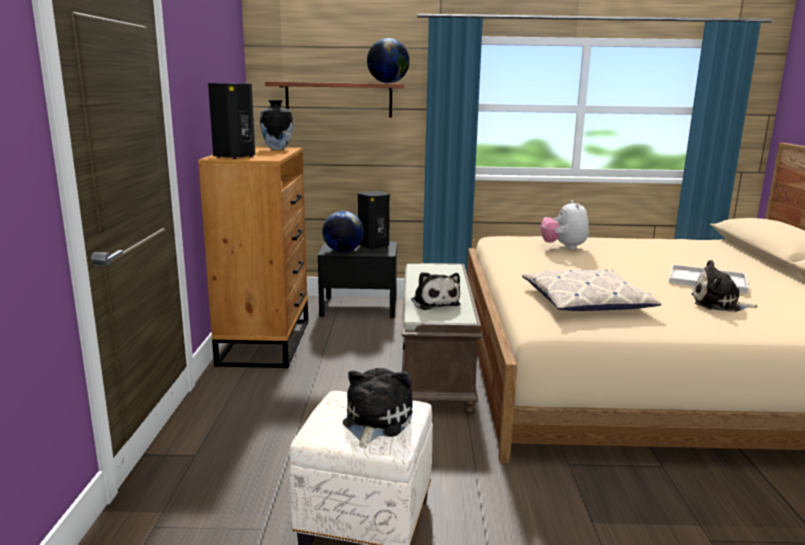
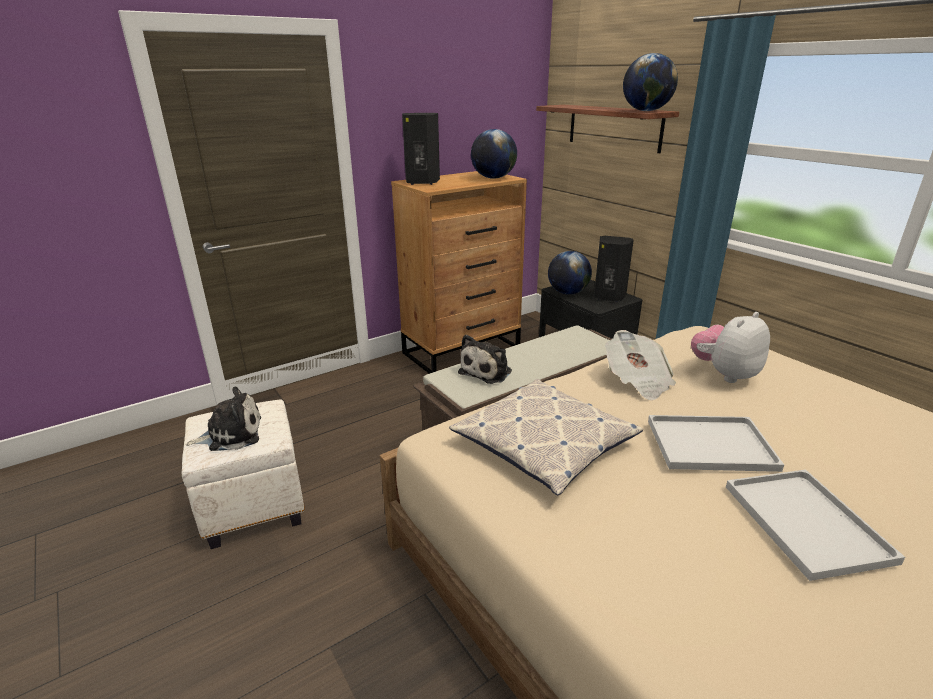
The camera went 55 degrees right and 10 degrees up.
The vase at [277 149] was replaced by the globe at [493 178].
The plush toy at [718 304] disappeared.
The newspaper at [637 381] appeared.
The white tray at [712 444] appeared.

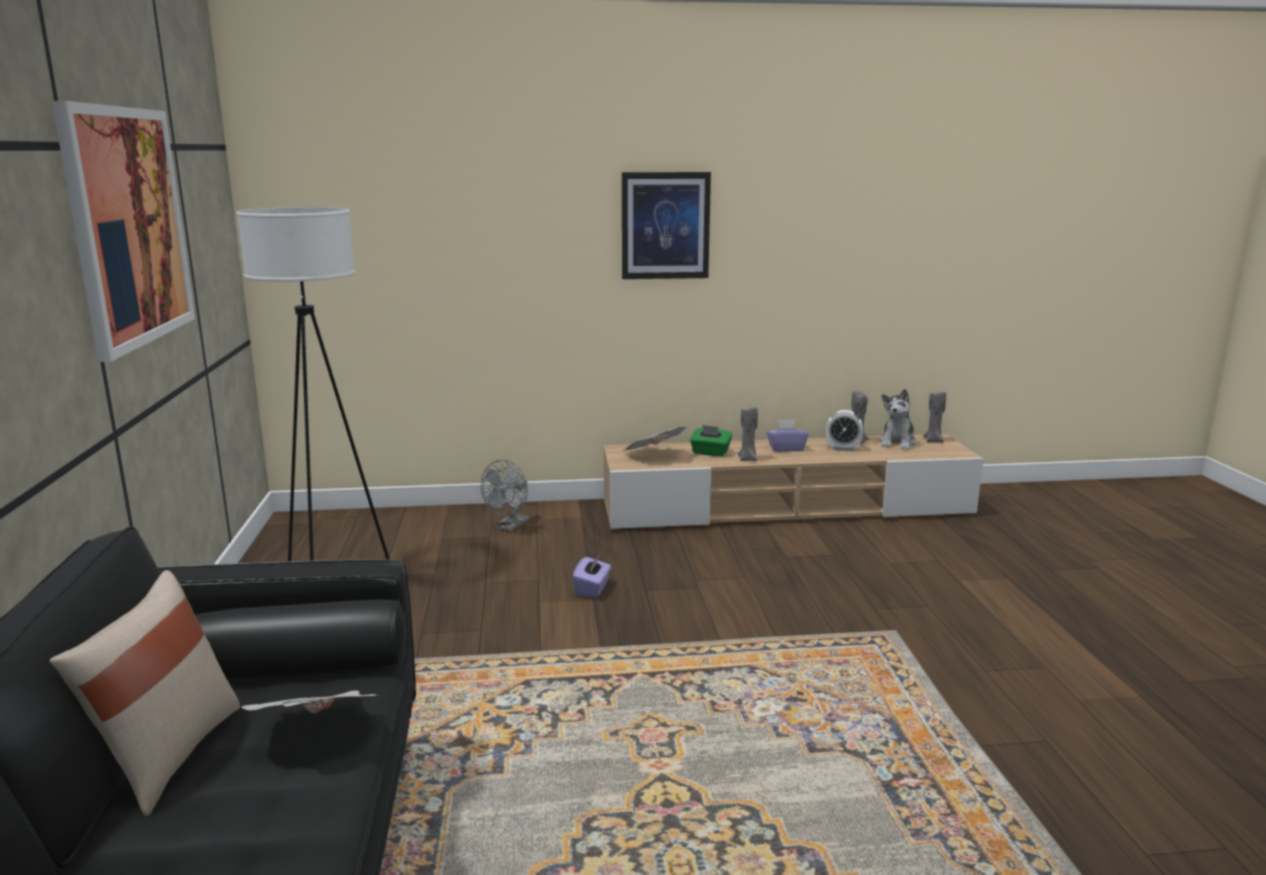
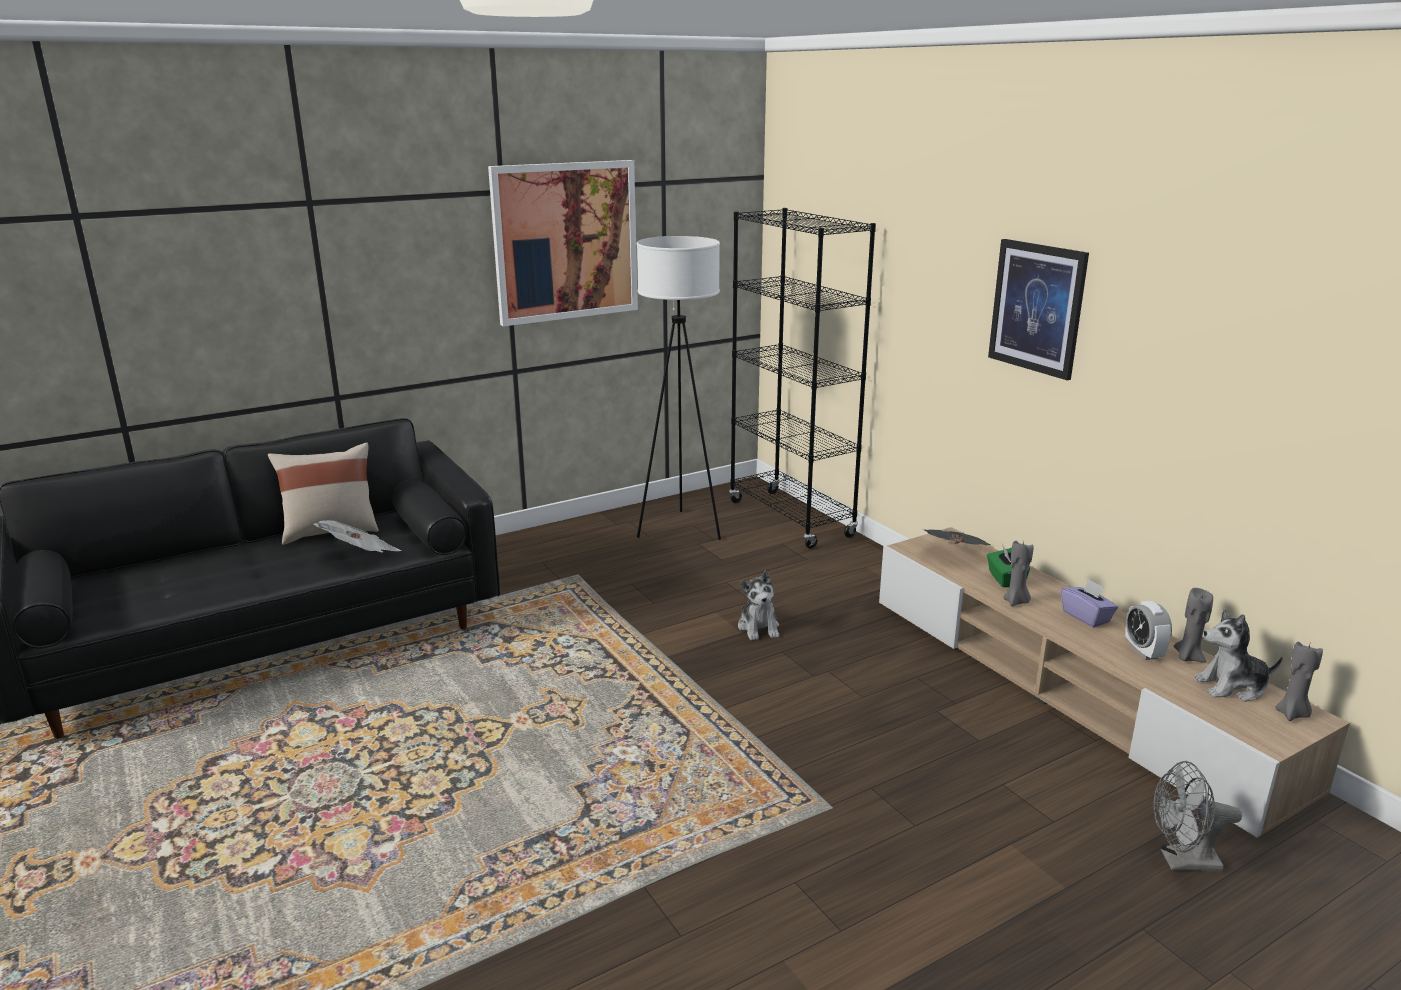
The camera went 65 degrees right and 5 degrees up.
The grey fan moved from [510 527] to [1181 862].
The purple tissue box at [592 589] was replaced by the plush toy at [759 627].
The black bookcase at [791 519] appeared.

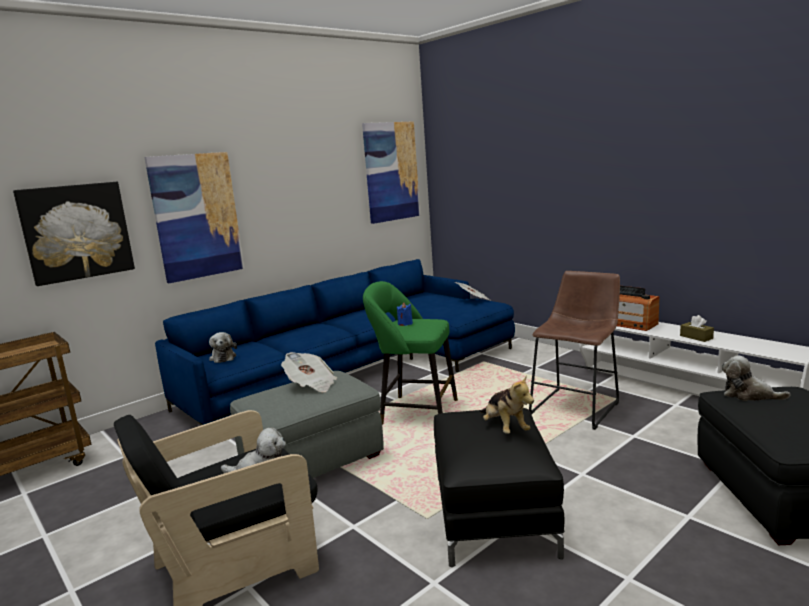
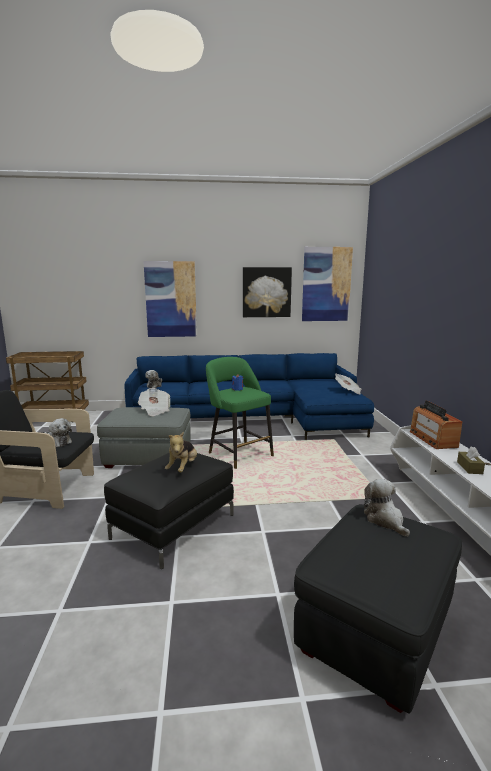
The camera went 35 degrees right and 0 degrees up.
The picture moved from [77 232] to [266 292].
The brown stool at [577 406] disappeared.

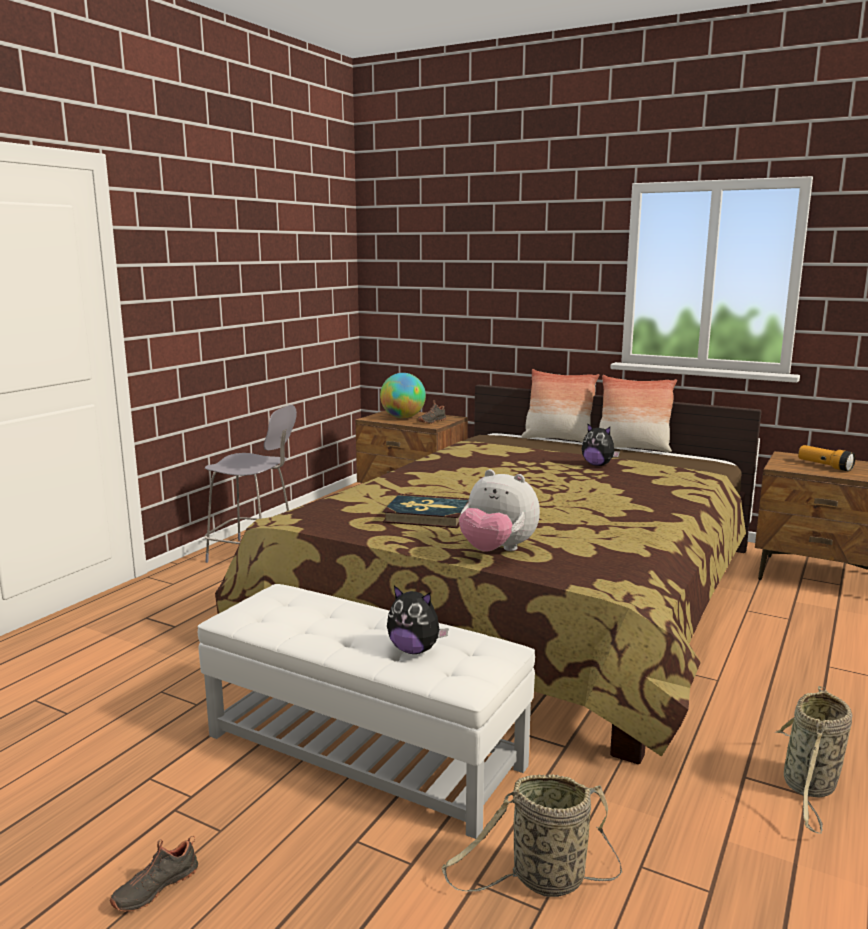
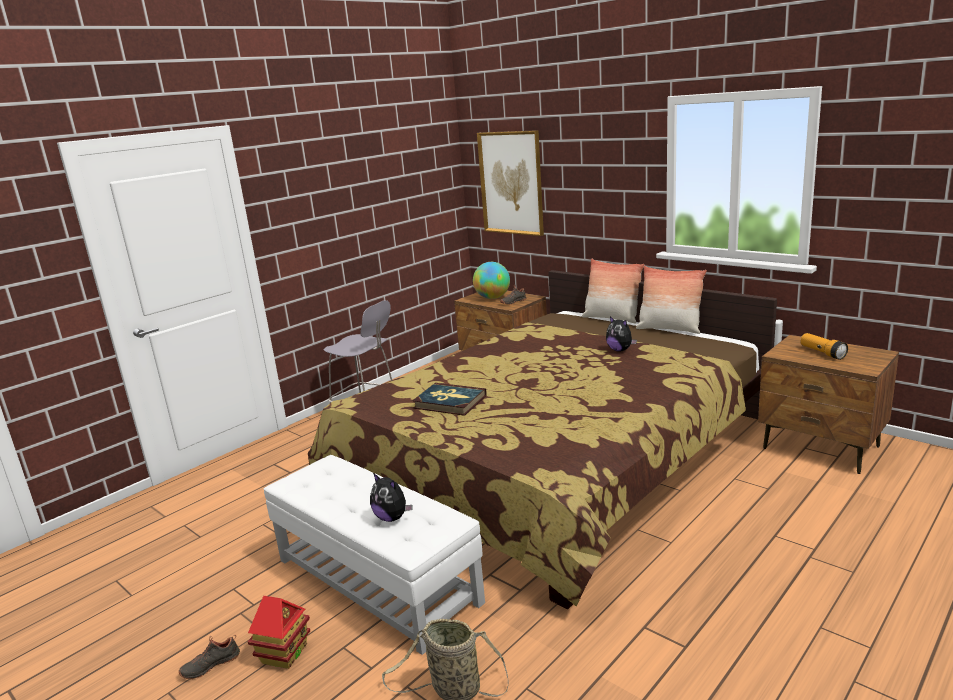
The camera went 15 degrees right and 5 degrees up.
The plush toy at [497 551] disappeared.
The basket at [809 788] disappeared.
The toy house at [284 653] appeared.
The picture at [511 183] appeared.

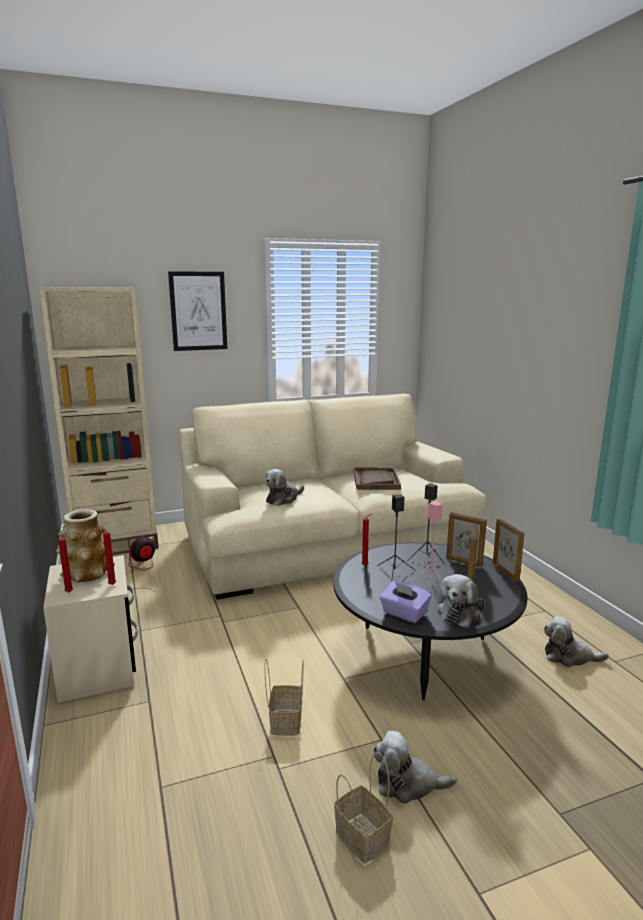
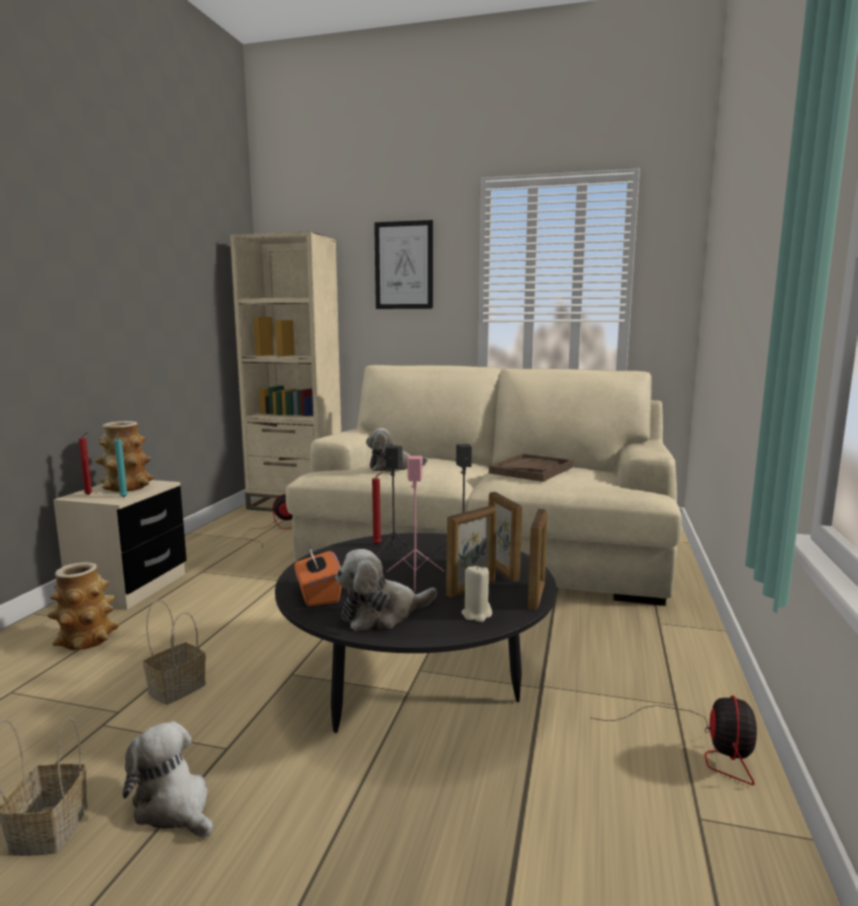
The camera went 35 degrees right and 5 degrees down.
The red candle at [111 584] became the turquoise candle at [124 497].
The purple tissue box at [404 613] became the orange tissue box at [318 595].
The plush toy at [569 656] disappeared.
The vase at [86 640] appeared.
The beige candle at [476 614] appeared.
The fan at [701 746] appeared.

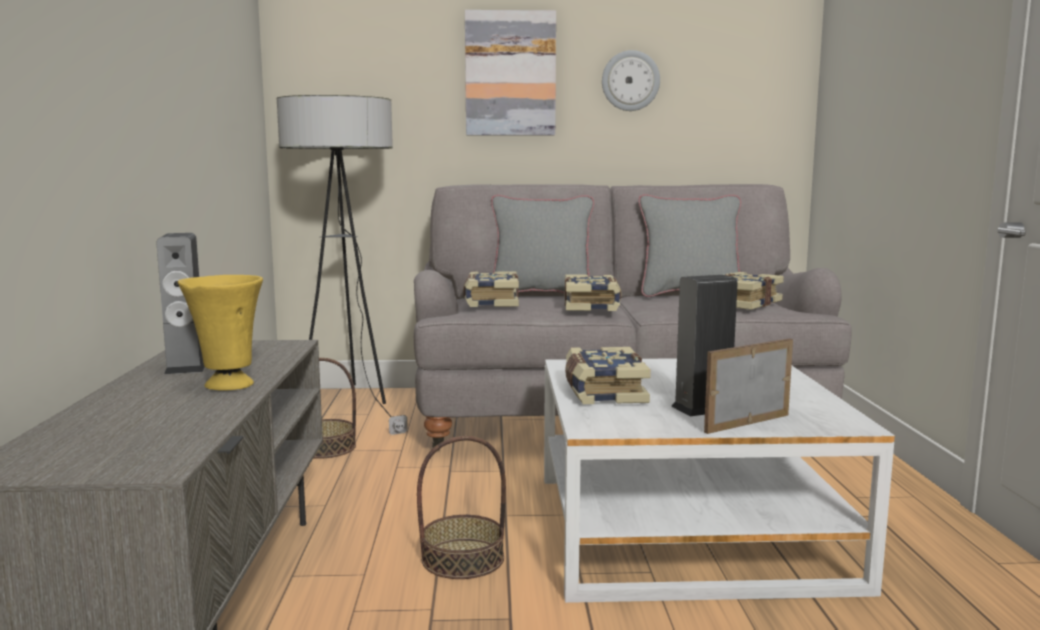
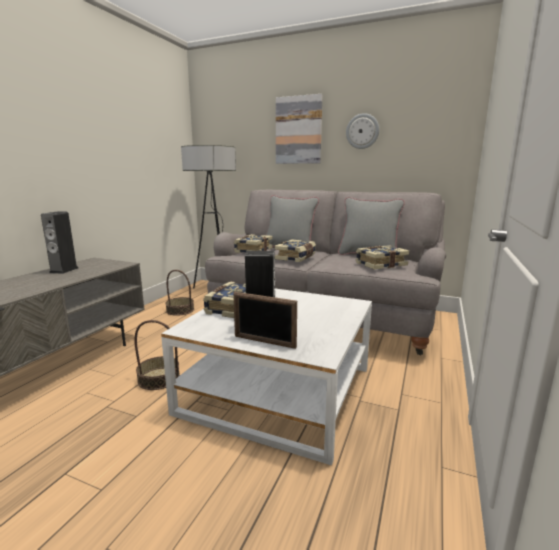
The camera went 25 degrees right and 5 degrees up.
The yellow vase at [227 385] disappeared.
The picture frame at [746 423] turned 150 degrees counterclockwise.

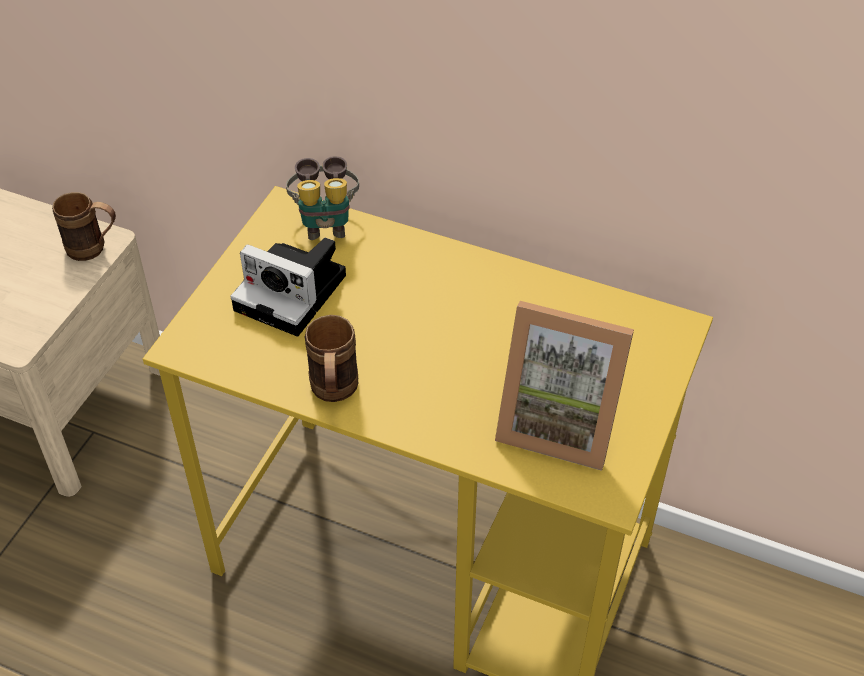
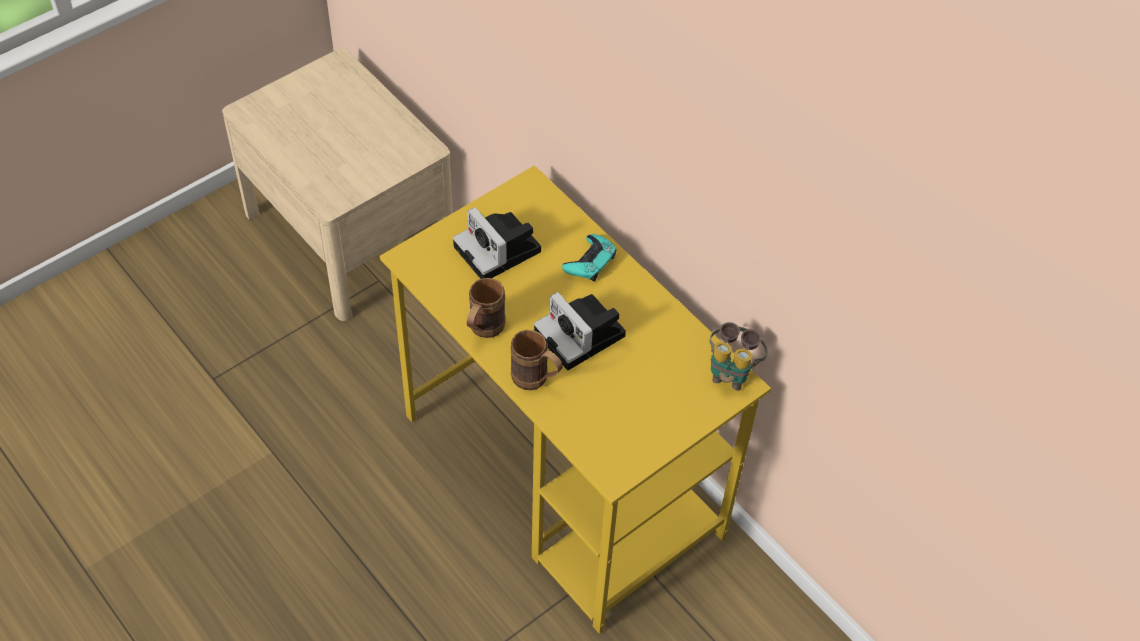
The camera went 25 degrees right and 5 degrees up.
The brown mug moved from [94 249] to [536 381].
The binoculars moved from [325 223] to [731 371].
The picture frame at [559 422] disappeared.
The photo camera at [582 336] appeared.
The turquoise game controller at [590 262] appeared.

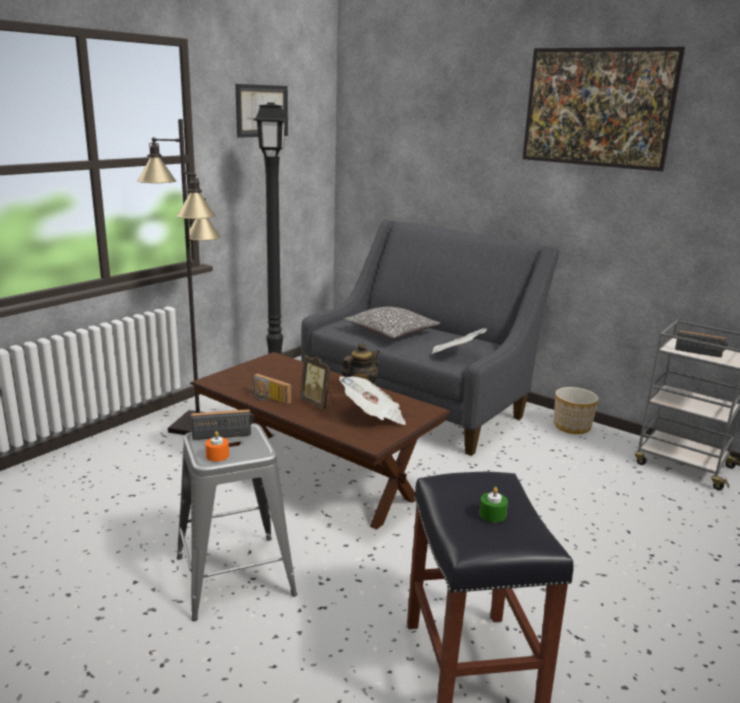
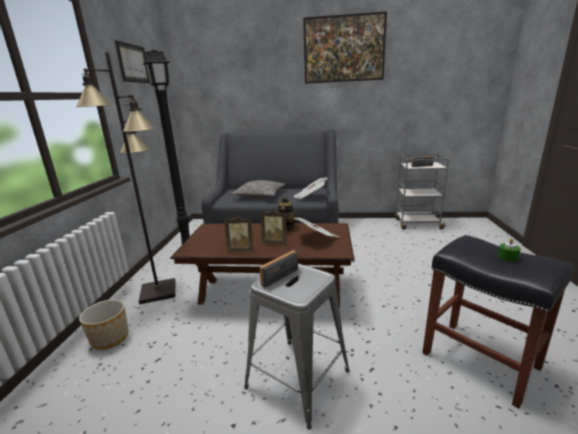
The camera went 30 degrees left and 0 degrees up.
The orange candle at [217 455] disappeared.
The radio at [268 399] was replaced by the picture frame at [241 250].
The planter moved from [572 427] to [110 338].

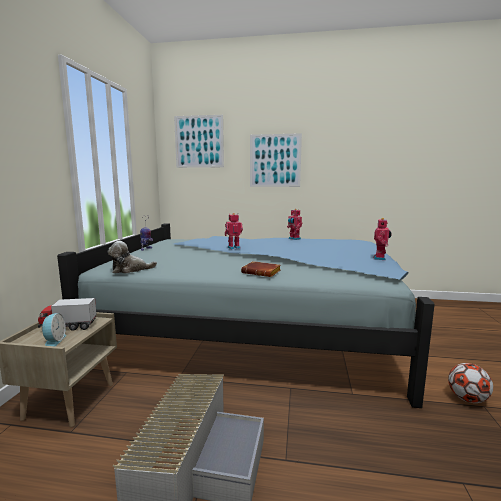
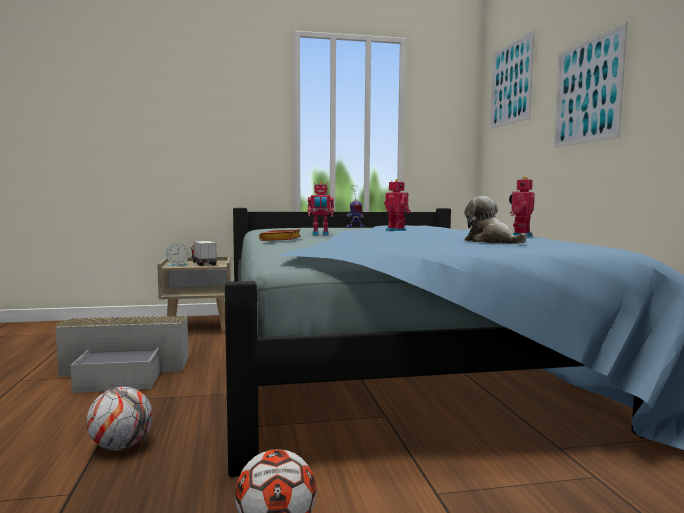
The camera went 70 degrees right and 5 degrees down.
The plush toy moved from [130 270] to [491 242].
The toy robot moved from [380 258] to [320 234].
The football at [121 447] appeared.

